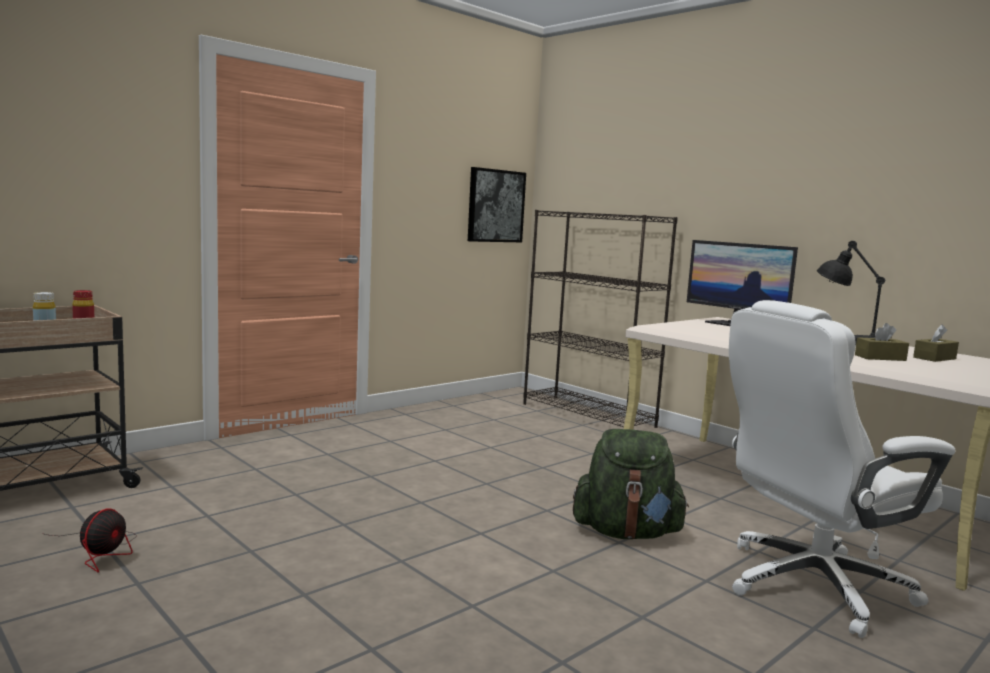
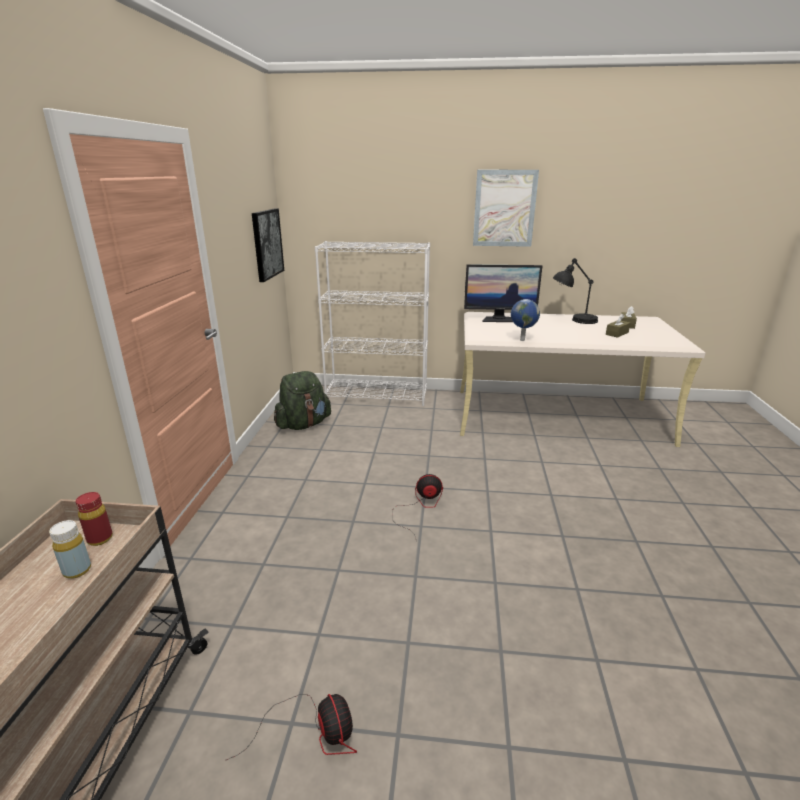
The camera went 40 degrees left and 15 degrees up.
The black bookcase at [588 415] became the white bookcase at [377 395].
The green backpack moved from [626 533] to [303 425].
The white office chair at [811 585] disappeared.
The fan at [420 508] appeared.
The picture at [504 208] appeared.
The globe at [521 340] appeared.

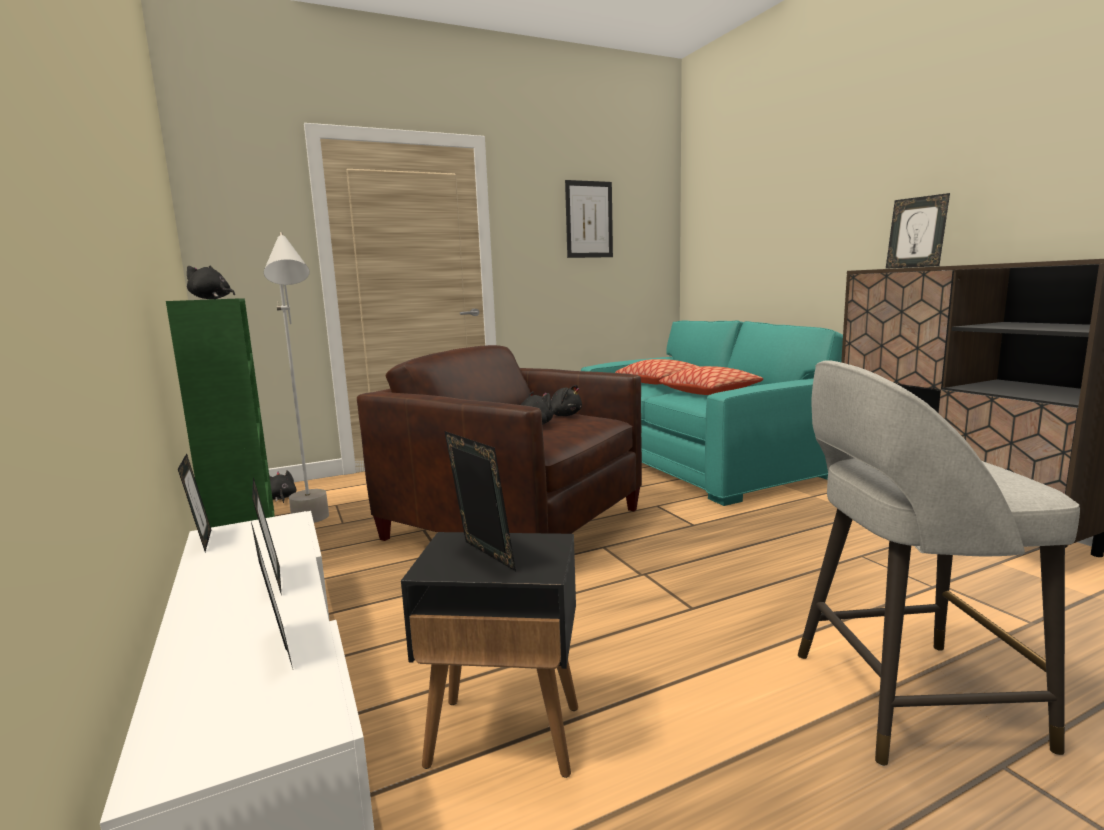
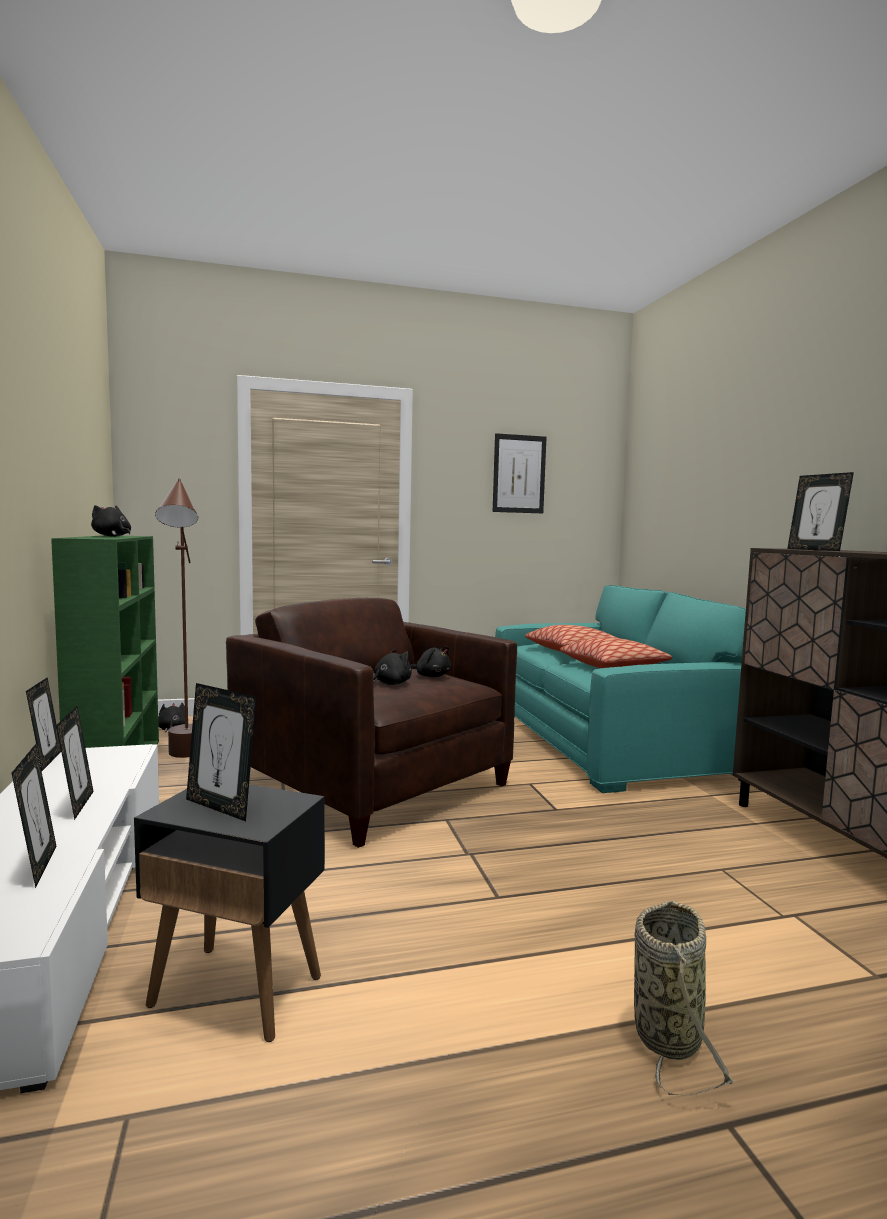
The camera went 10 degrees right and 5 degrees down.
The grey floor lamp at [315 527] became the brown floor lamp at [185 761].
The picture frame at [482 558] turned 150 degrees clockwise.
The grey stool at [905 698] was replaced by the basket at [666 1032].

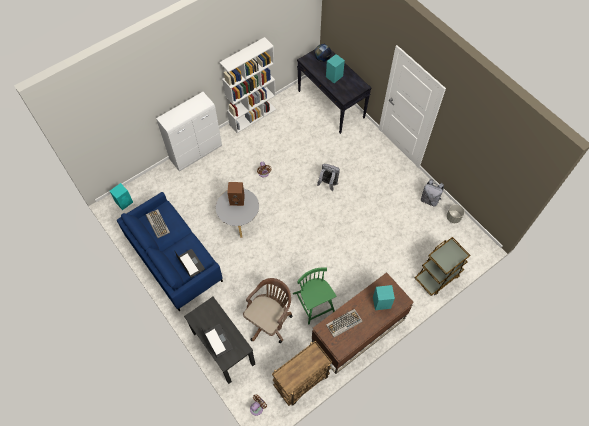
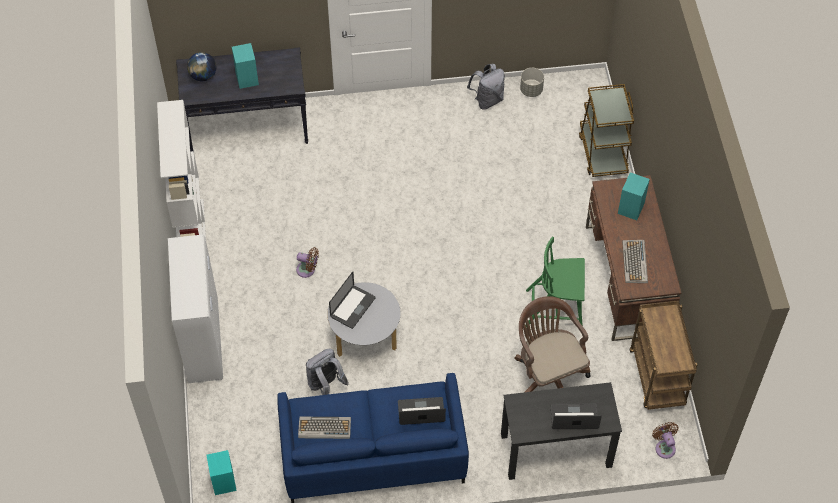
The camera went 60 degrees left and 5 degrees down.
The brown speaker at [237 199] was replaced by the laptop at [353 307].
The grey backpack moved from [328 184] to [325 385].

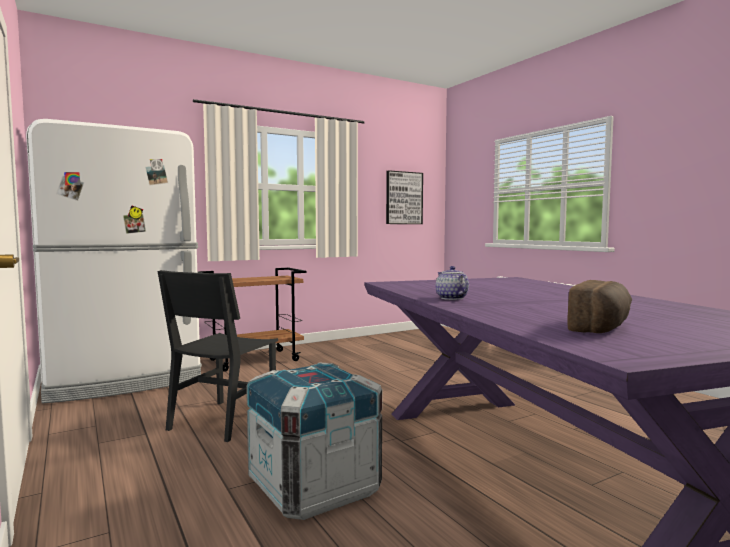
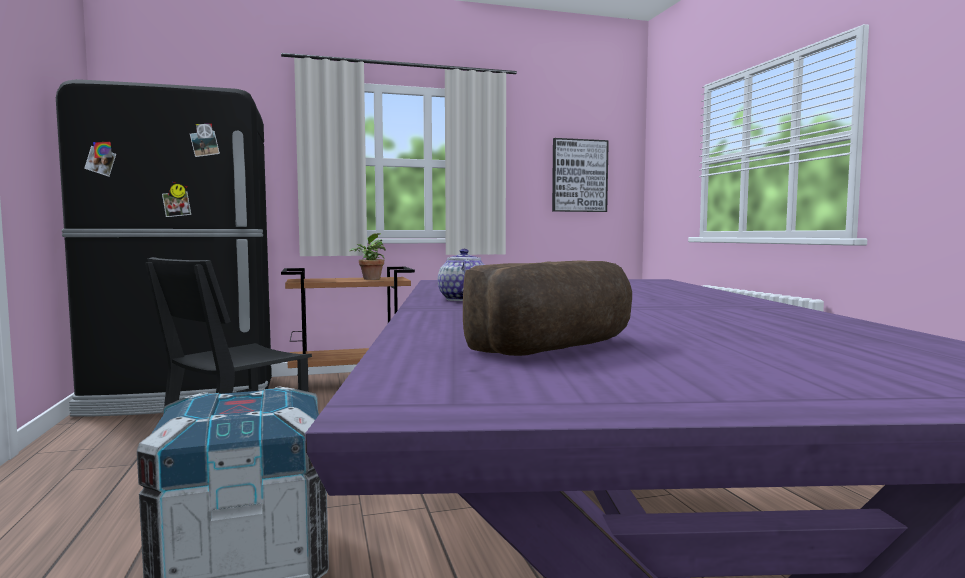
The camera went 15 degrees right and 0 degrees up.
The white fridge at [124 380] became the black fridge at [183 396].
The potted plant at [370 279] appeared.

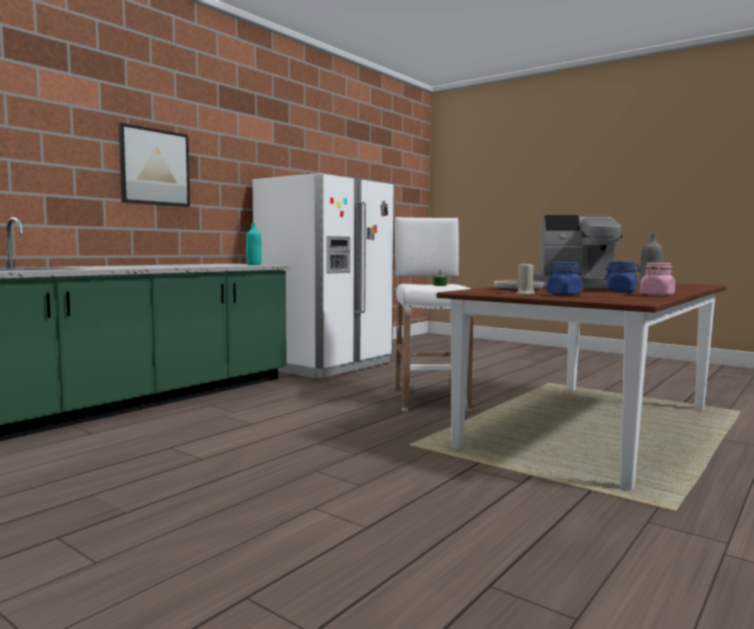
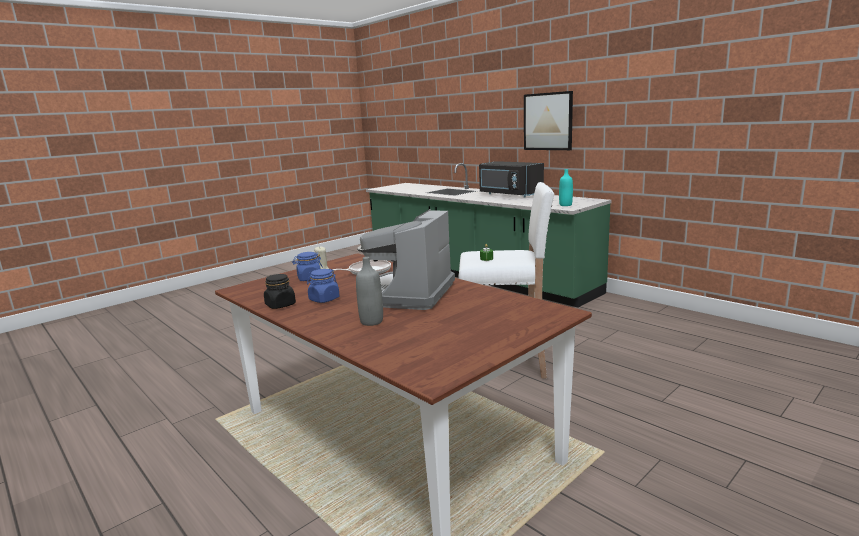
The camera went 100 degrees right and 10 degrees up.
The white fridge at [325 365] disappeared.
The pink jar at [657 295] became the black jar at [280 305].
The black microwave at [509 194] appeared.

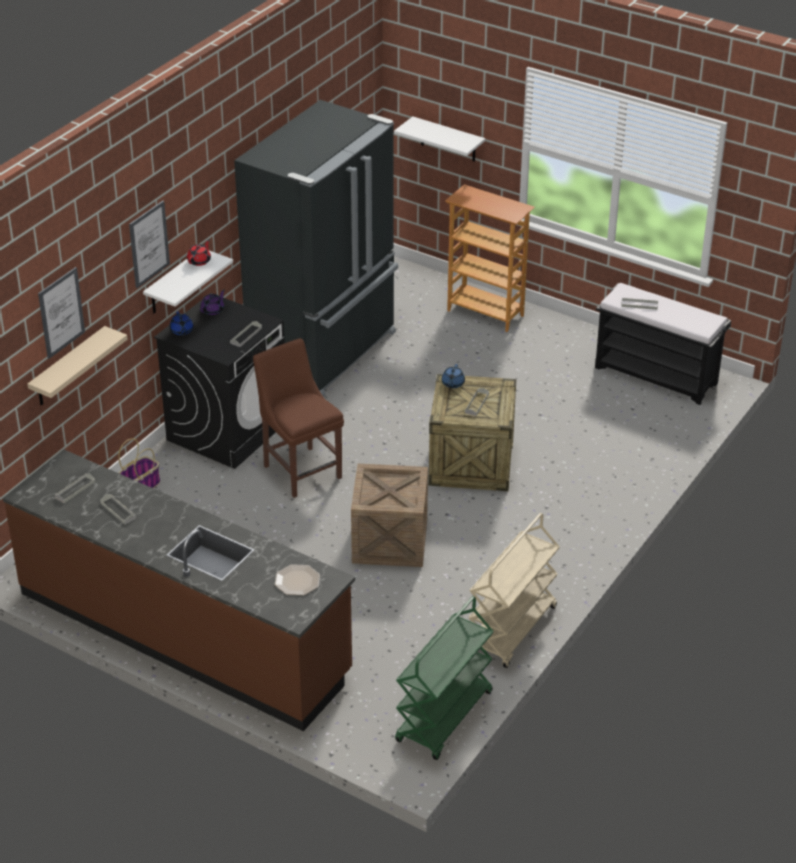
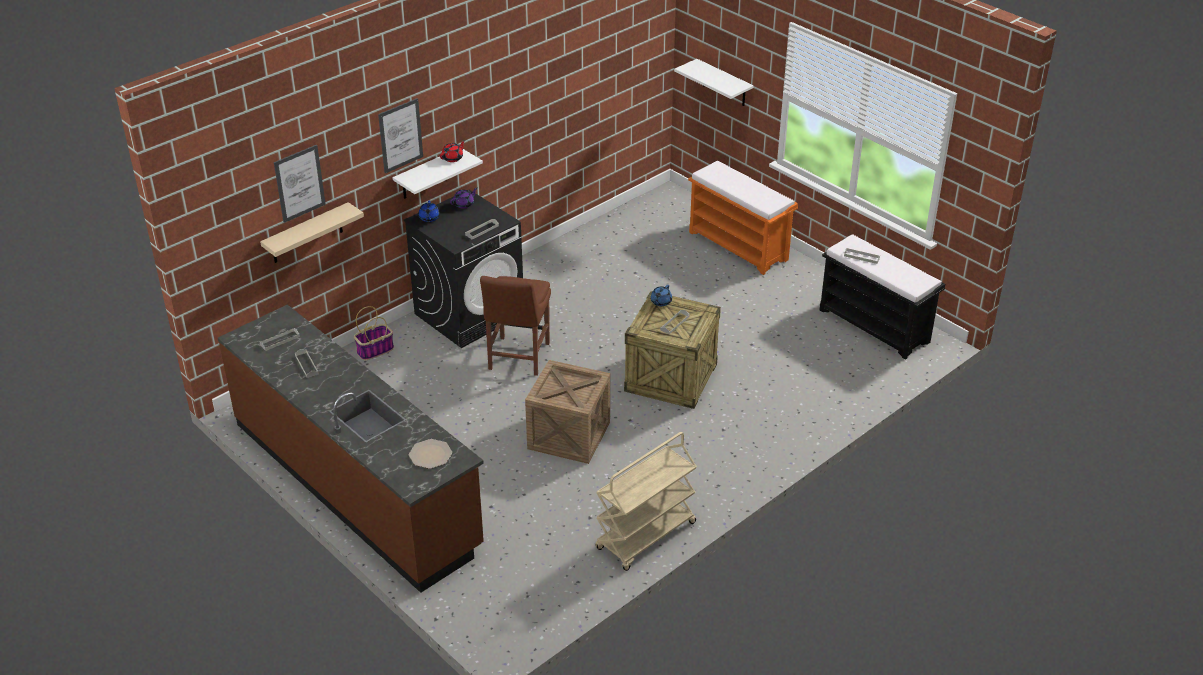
The camera went 15 degrees right and 0 degrees up.
The black fridge at [325 352] disappeared.
The brown chair at [300 469] turned 150 degrees counterclockwise.
The green cart at [444 718] disappeared.
The bookcase at [486 313] was replaced by the orange bench at [739 246].

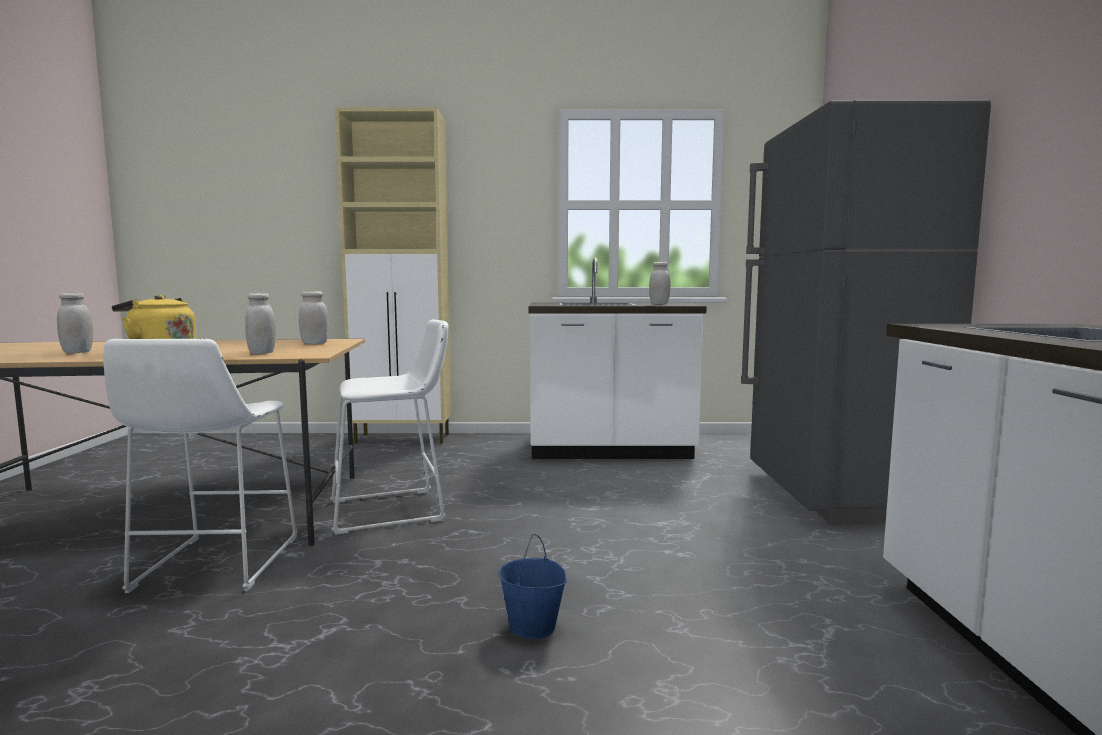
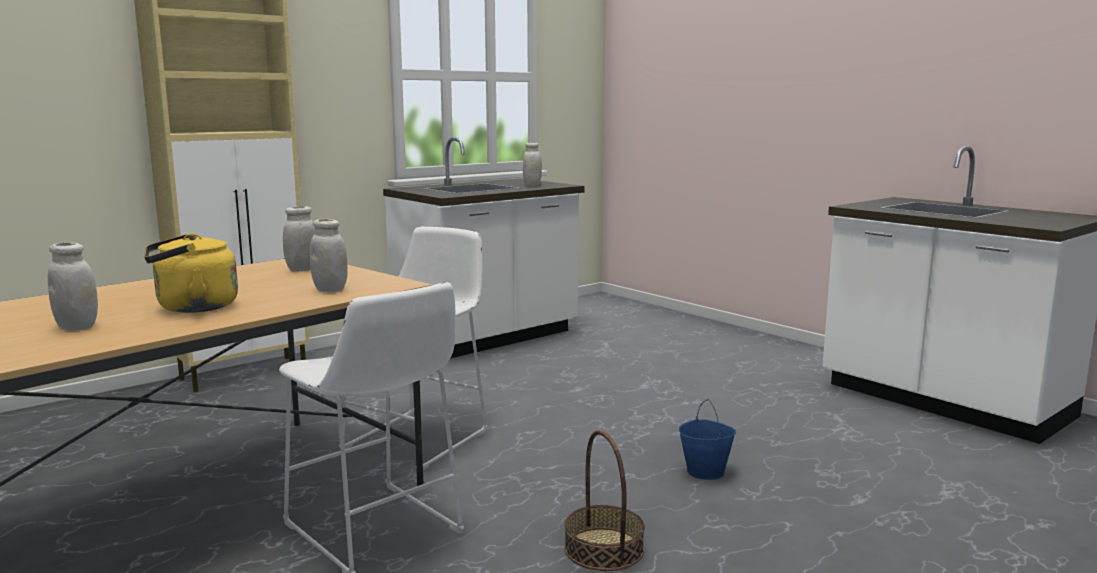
The camera went 40 degrees left and 5 degrees up.
The grey fridge at [837 496] disappeared.
The basket at [604 549] appeared.

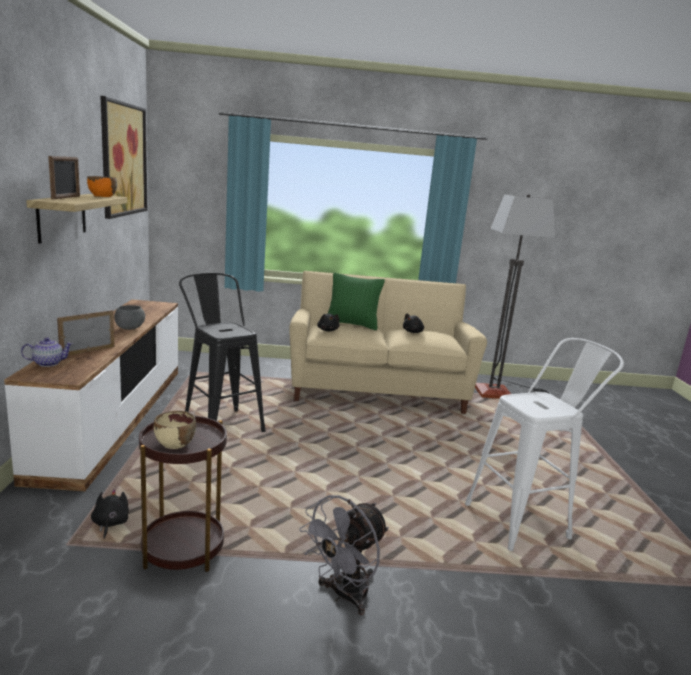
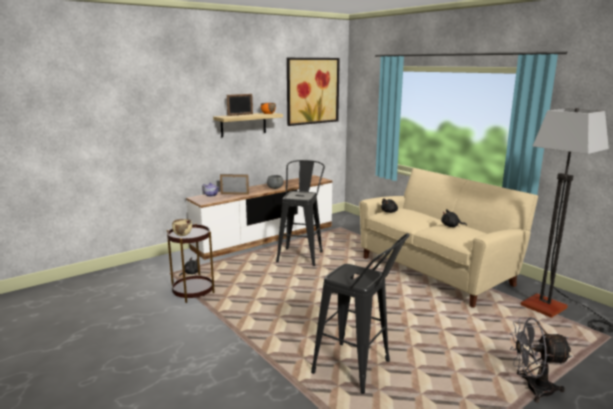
The camera went 55 degrees right and 0 degrees up.
The grey fan moved from [343 595] to [532 389].
The green pillow at [352 324] disappeared.
The white stool at [525 520] became the black stool at [359 370].

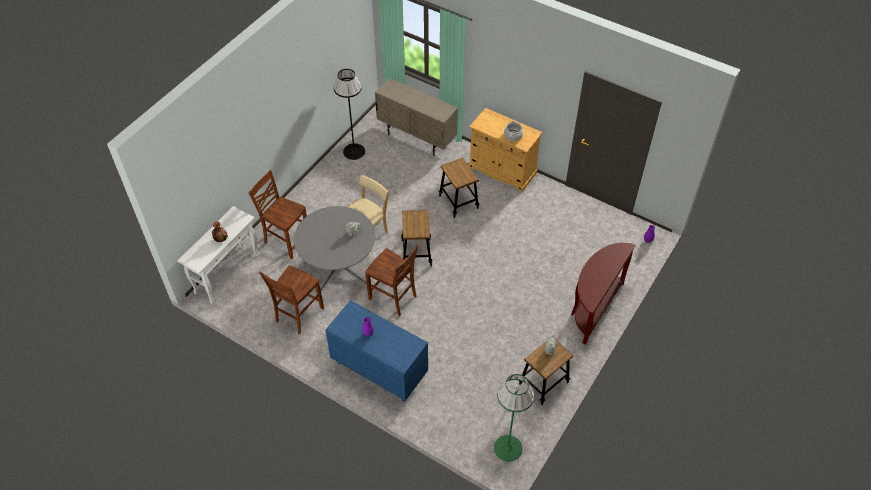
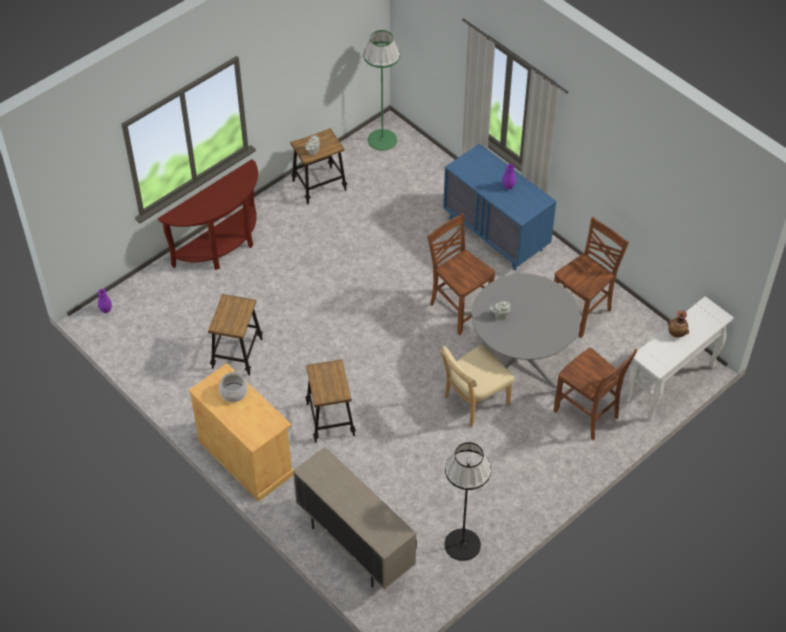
The camera went 165 degrees left and 0 degrees up.
The stool moved from [416 253] to [237 353].

